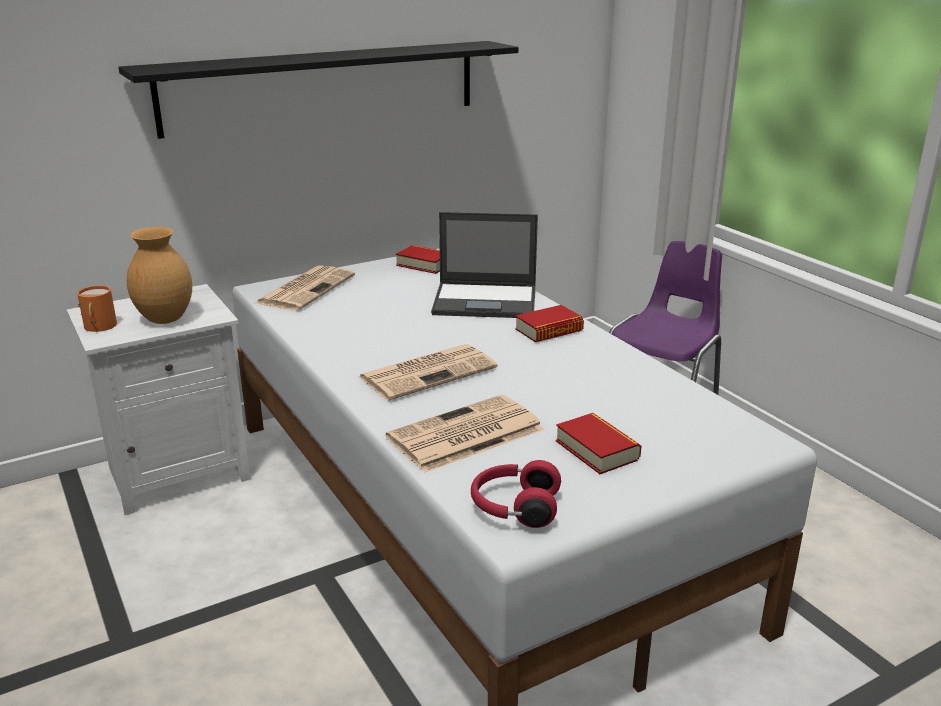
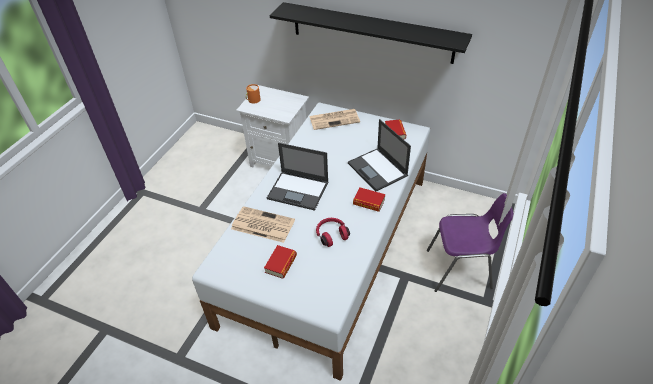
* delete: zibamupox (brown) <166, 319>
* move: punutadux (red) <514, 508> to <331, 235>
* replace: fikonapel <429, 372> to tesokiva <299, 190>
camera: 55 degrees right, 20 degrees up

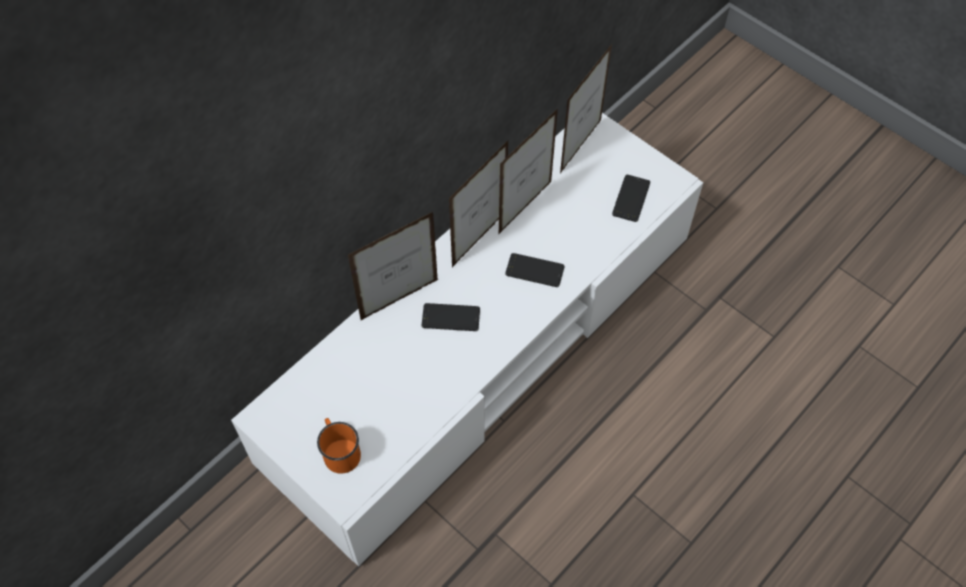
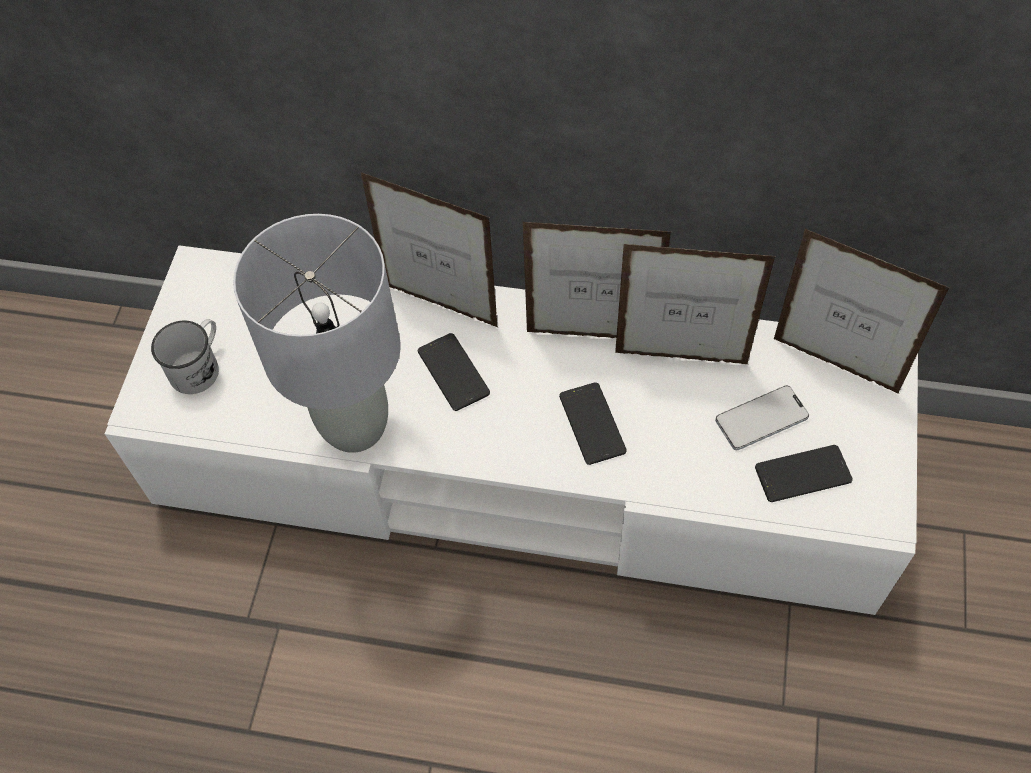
* insert: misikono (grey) <353, 426>
* insert: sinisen <761, 419>
* recolor: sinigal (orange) <339, 451> to sinigal (white) <199, 366>
* rotate: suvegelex <580, 146> = <835, 366> 150 degrees counterclockwise
camera: 60 degrees right, 0 degrees up

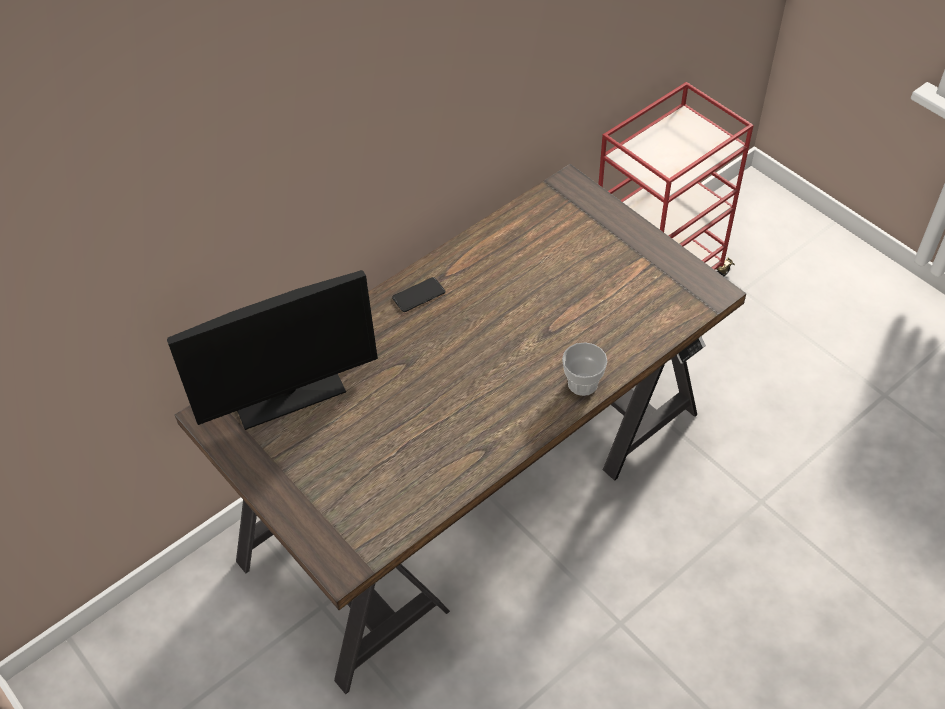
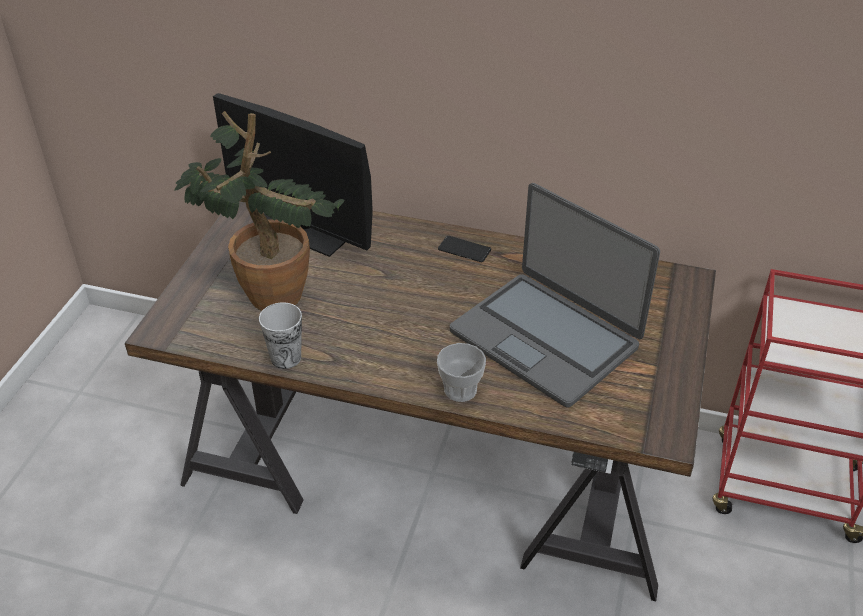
* insert: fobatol <267, 288>
* insert: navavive <286, 358>
* insert: tesokiva <545, 338>
camera: 55 degrees right, 10 degrees down

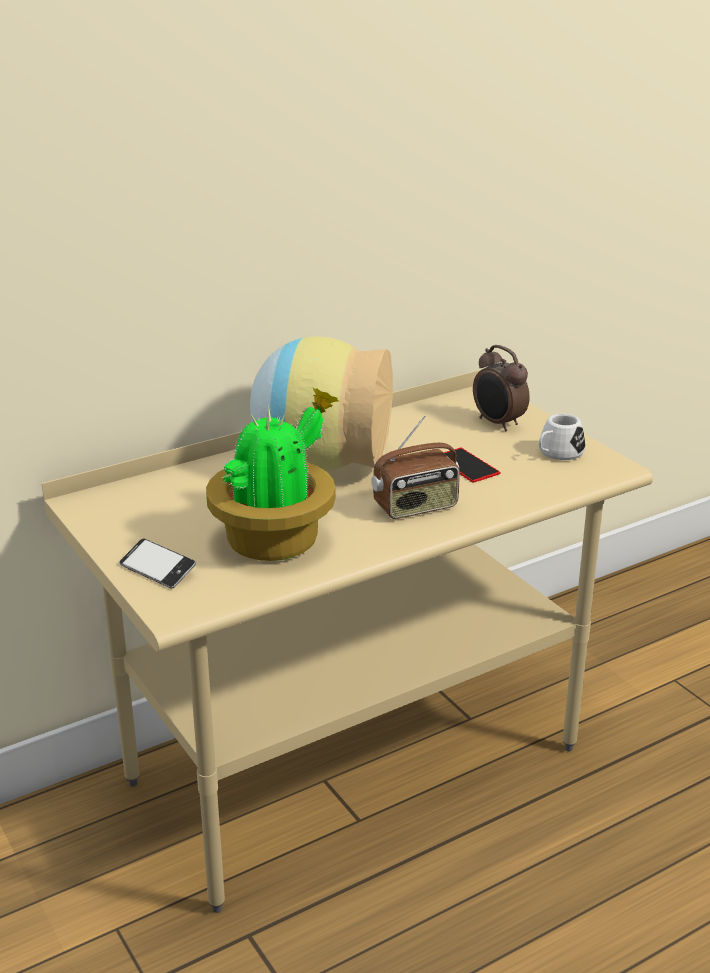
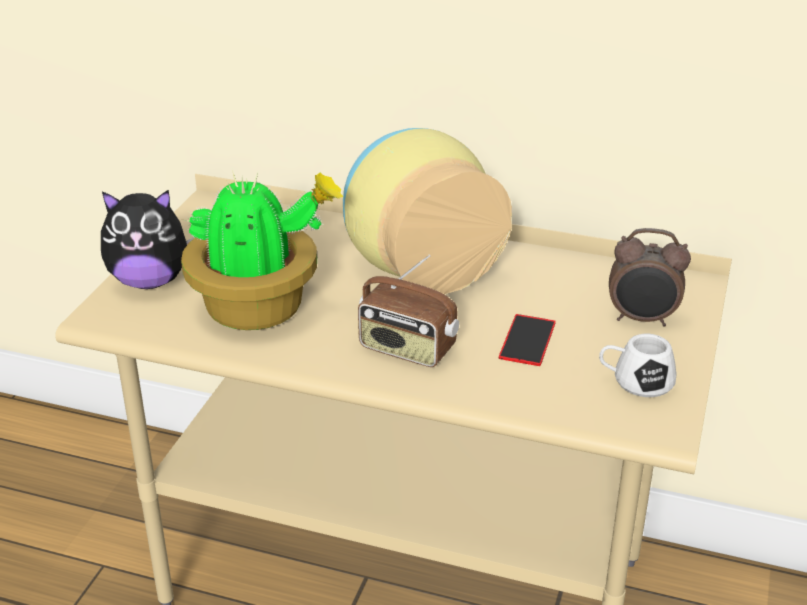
* replace: sinisen <157, 569> to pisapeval <150, 281>
* rotate: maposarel <498, 423> = <642, 319> 90 degrees counterclockwise
camera: 50 degrees right, 5 degrees up

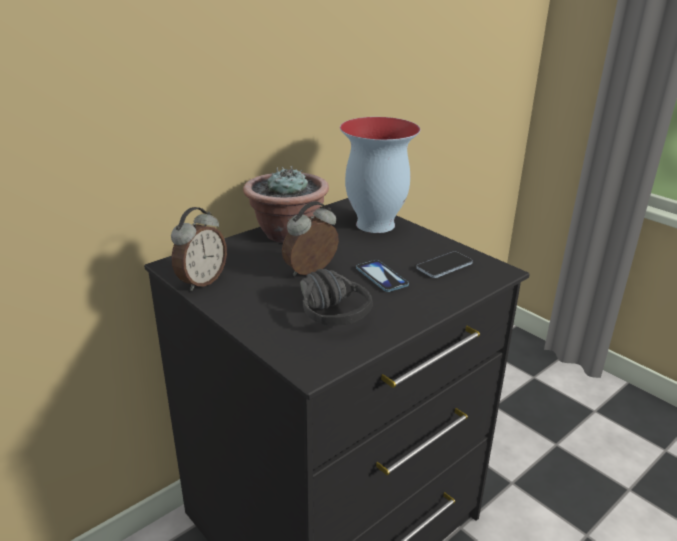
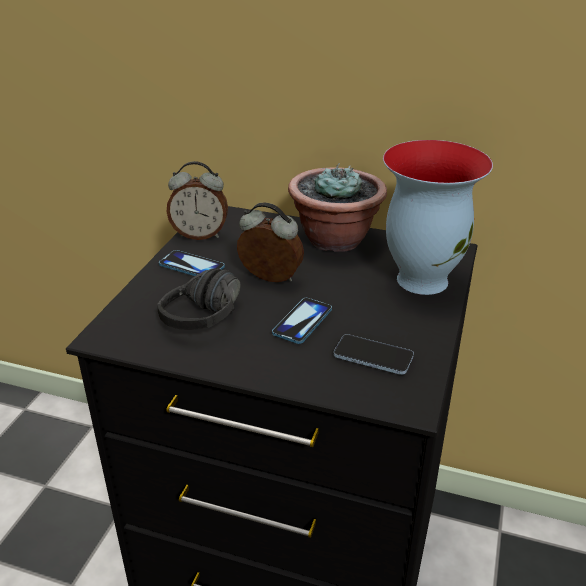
* insert: sinisen <191, 266>
camera: 60 degrees right, 5 degrees up

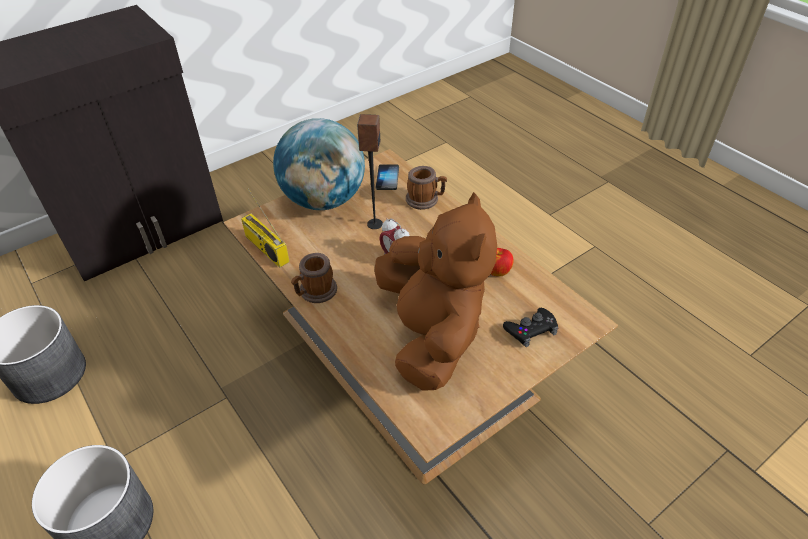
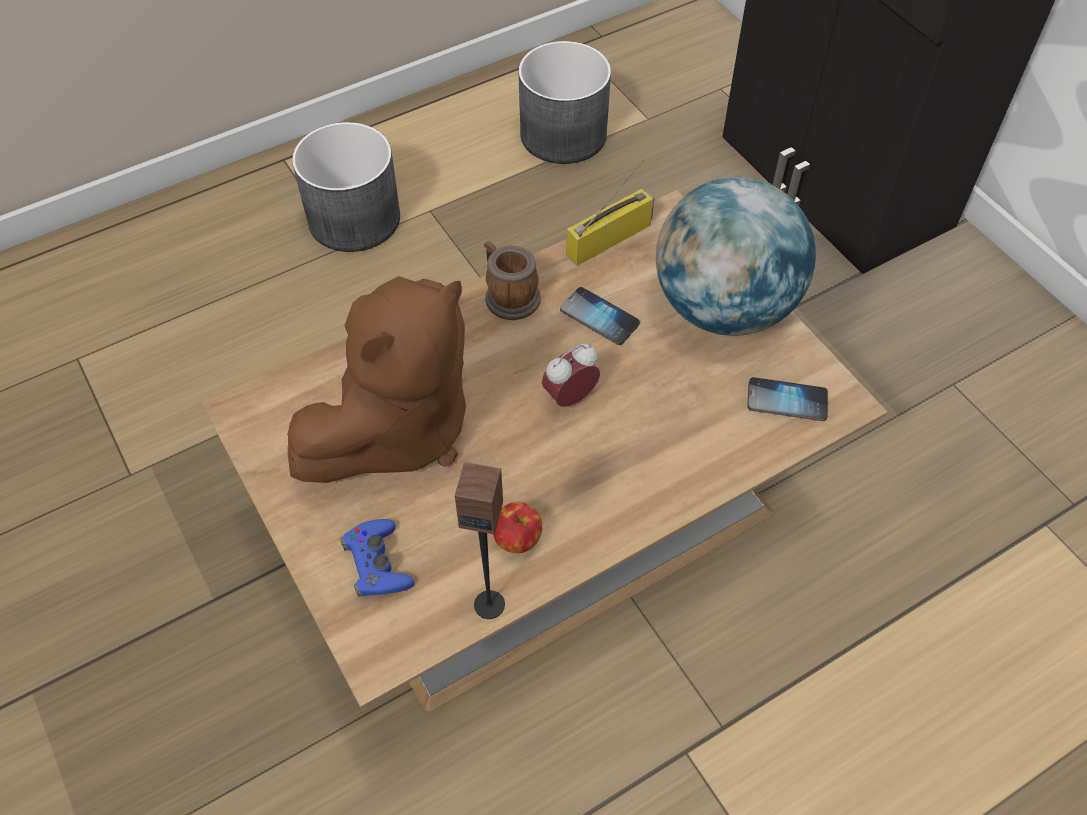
* delete: sinigal <425, 200>
* insert: sinisen <599, 317>
* move: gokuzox <374, 224> to <489, 604>
* recolor: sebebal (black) <531, 330> to sebebal (blue) <377, 563>
* rotate: pisapeval (brown) <431, 335> = <397, 428> 45 degrees counterclockwise
camera: 95 degrees right, 10 degrees up

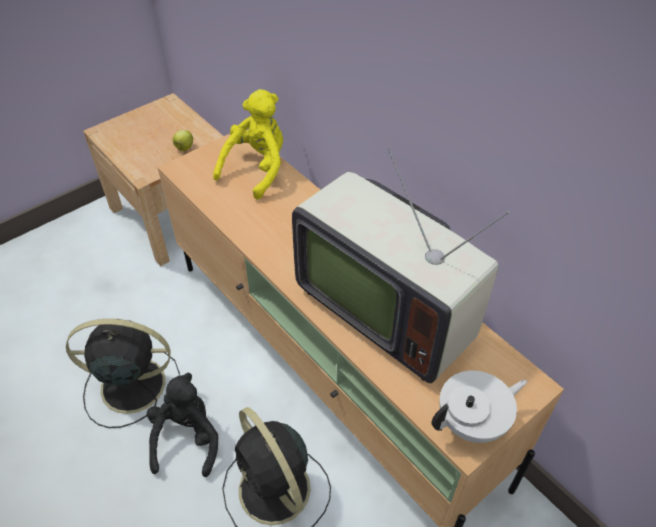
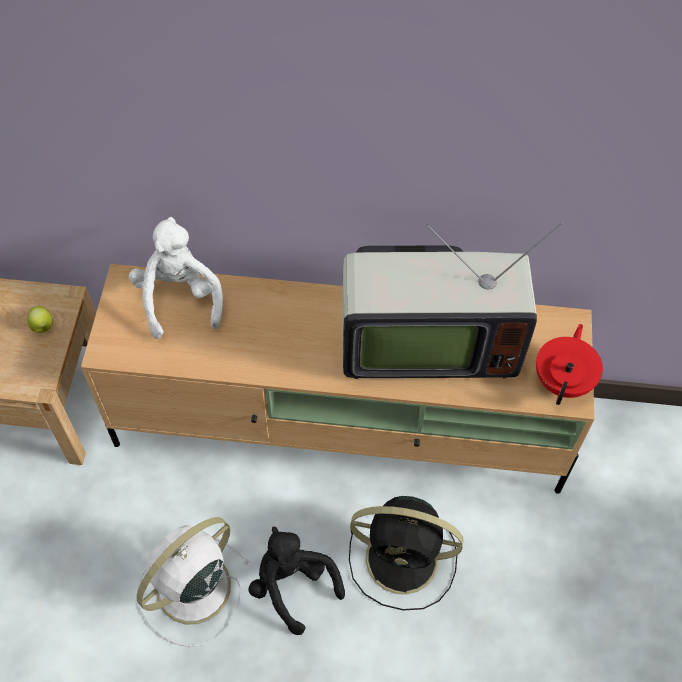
* recolor: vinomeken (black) <130, 385> to vinomeken (white) <191, 590>
* recolor: pisapeval (yellow) <257, 169> to pisapeval (white) <179, 299>
* recolor: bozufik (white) <473, 422> to bozufik (red) <563, 381>
camera: 45 degrees left, 10 degrees up

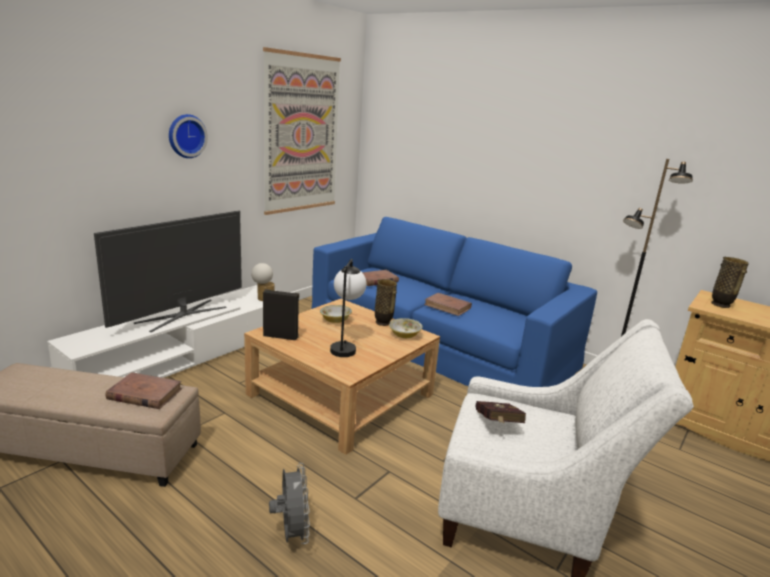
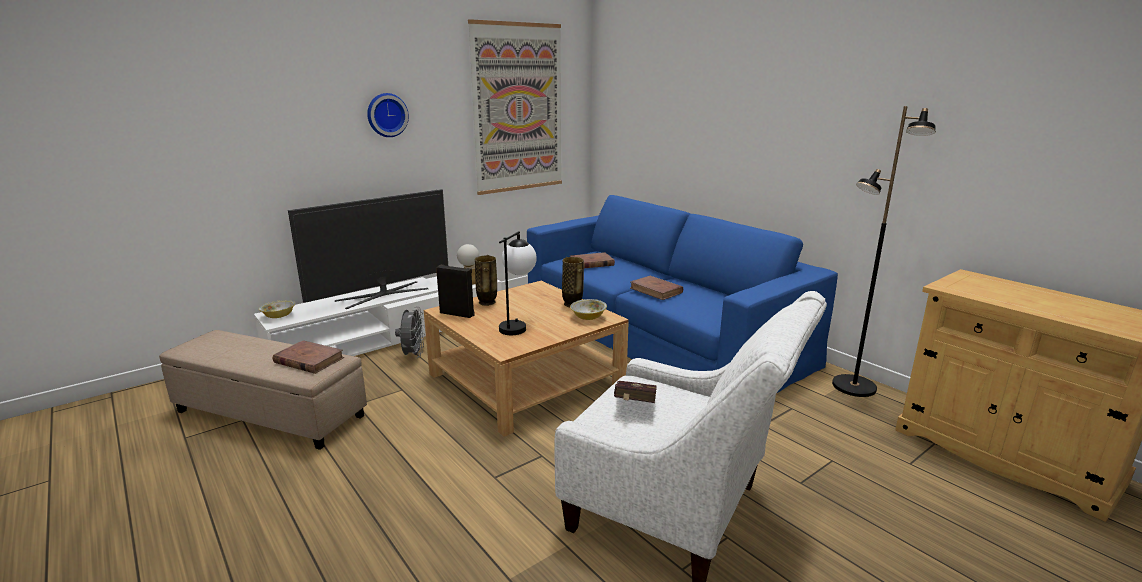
* move: vinomeken (grey) <291, 533> to <413, 355>
* move: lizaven <335, 320> to <279, 316>
* move: zibamupox <720, 305> to <487, 302>
camera: 15 degrees right, 0 degrees up

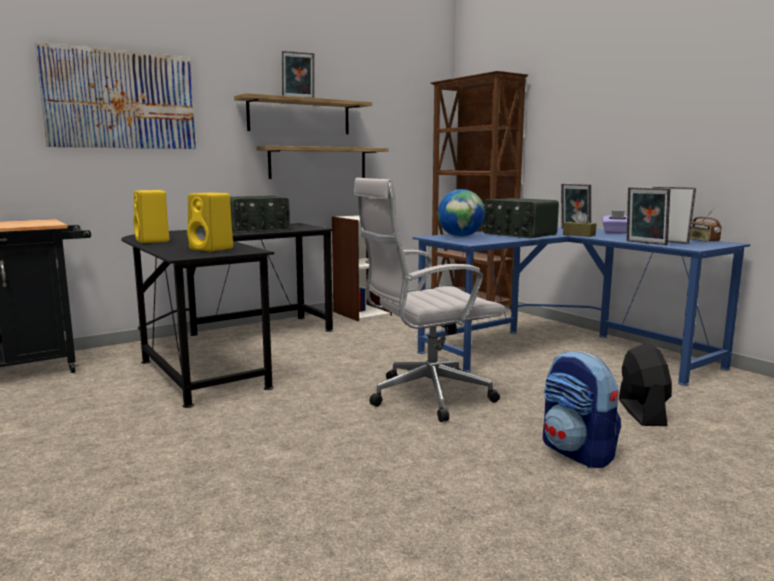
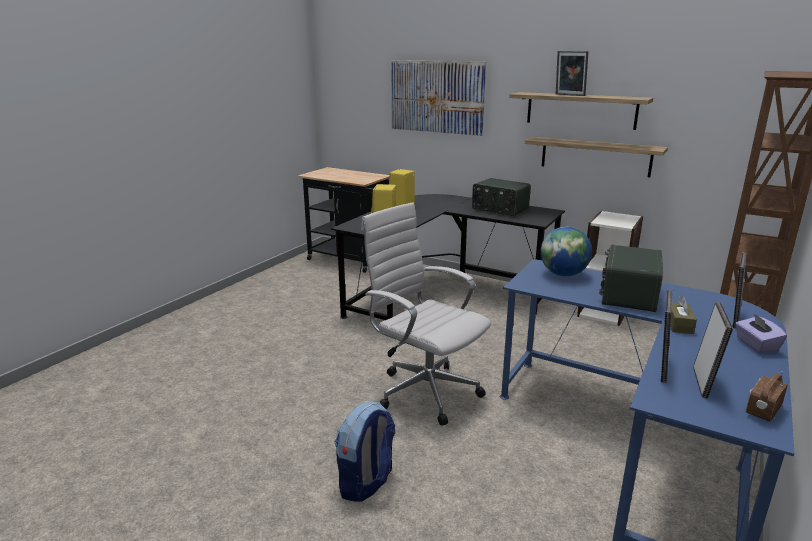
* delete: vinomeken (black) <641, 412>
camera: 65 degrees right, 10 degrees up

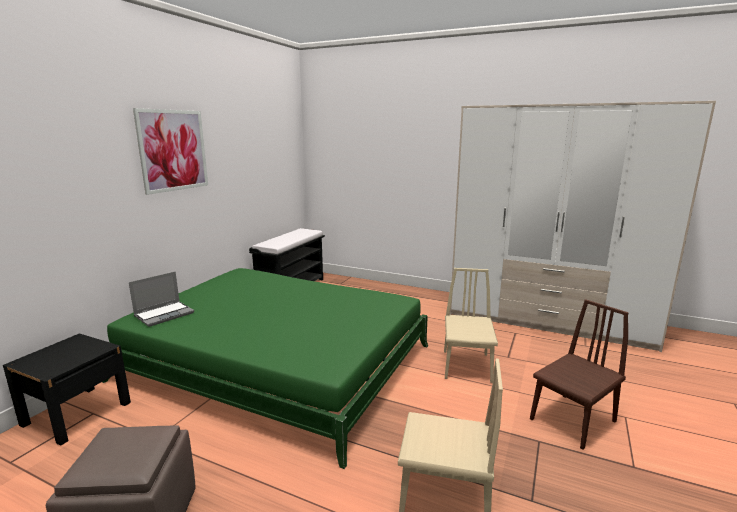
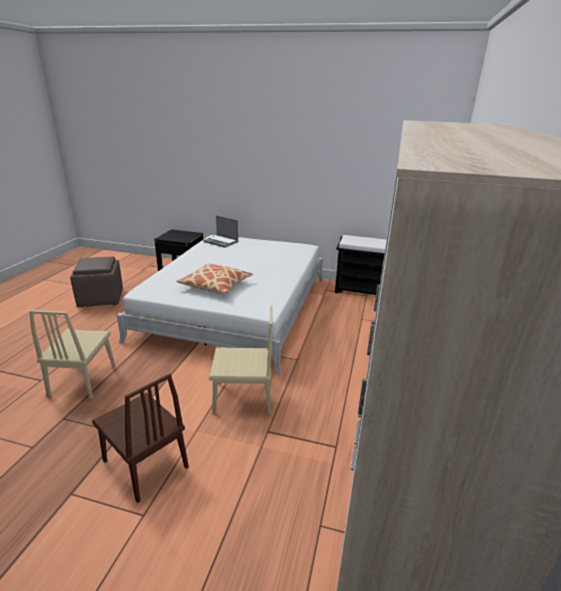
* delete: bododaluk <173, 150>
* insert: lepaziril <216, 285>
* recolor: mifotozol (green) <277, 362> to mifotozol (white) <236, 306>
camera: 80 degrees right, 10 degrees up

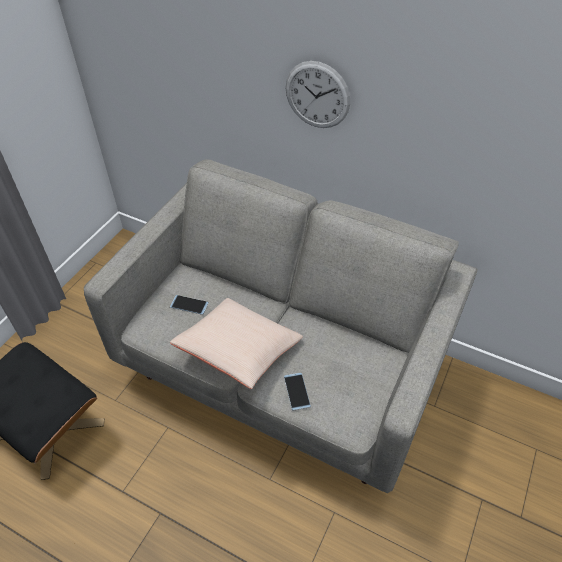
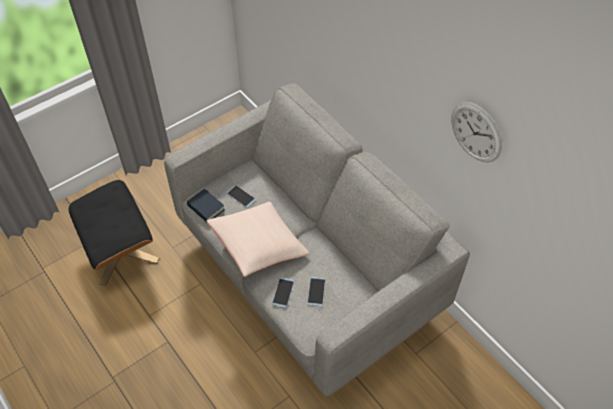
* insert: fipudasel <206, 208>
* insert: sinisen <316, 291>
* move: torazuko <317, 95> to <476, 132>
camera: 25 degrees right, 5 degrees up

